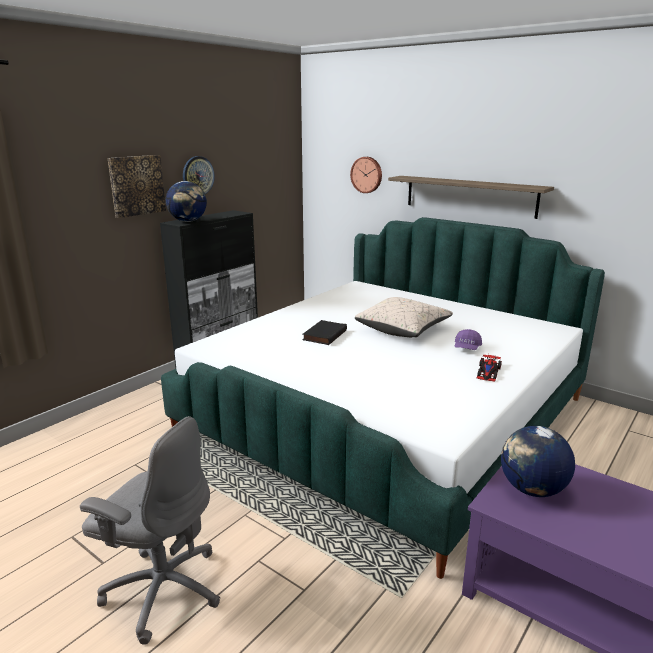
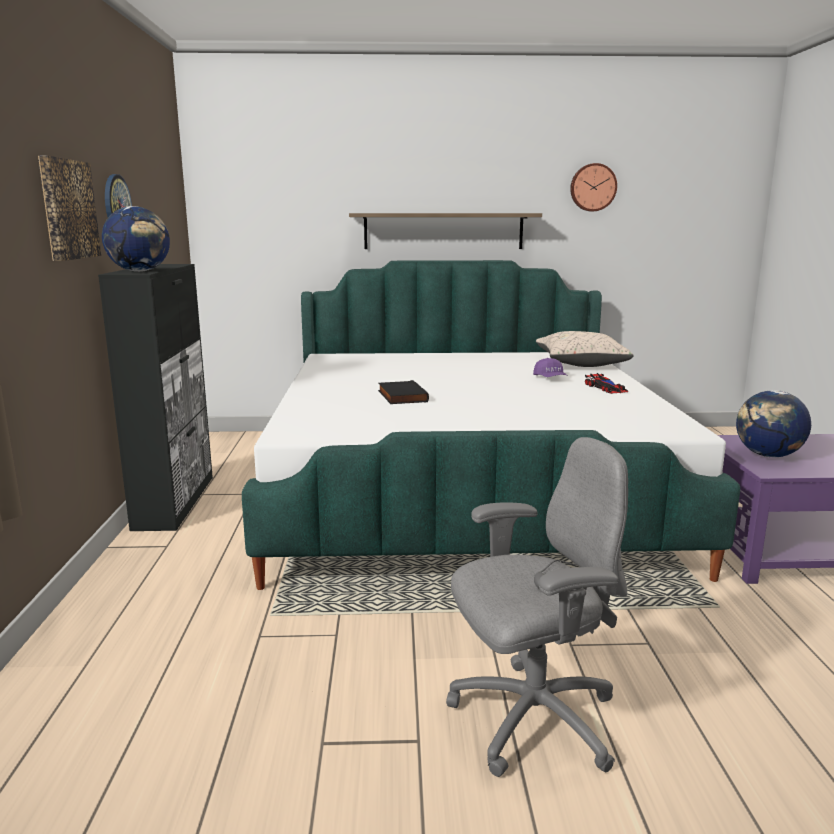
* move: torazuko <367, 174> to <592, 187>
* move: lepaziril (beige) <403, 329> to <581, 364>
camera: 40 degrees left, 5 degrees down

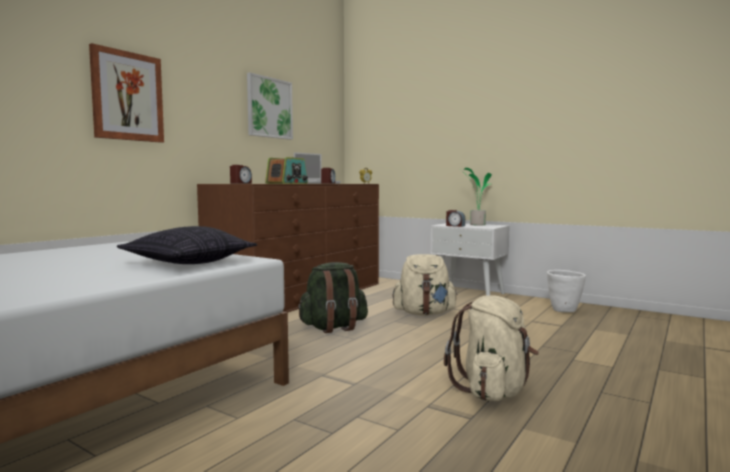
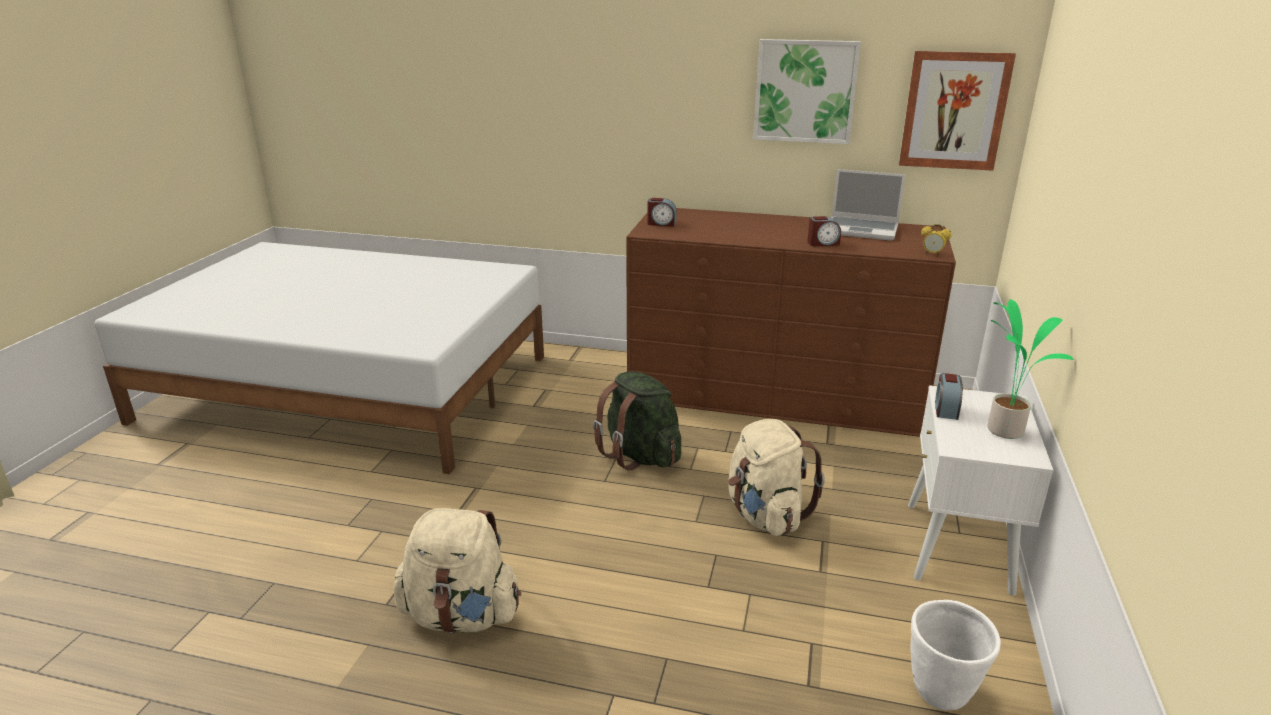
* delete: lepaziril <188, 263>
* delete: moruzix <287, 183>
* move: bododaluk <127, 96> to <954, 111>
camera: 70 degrees right, 20 degrees up

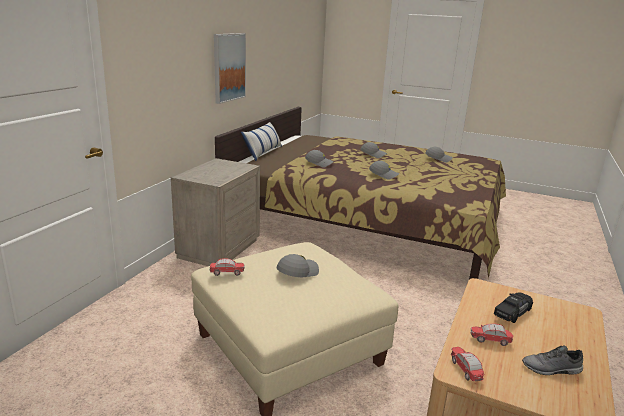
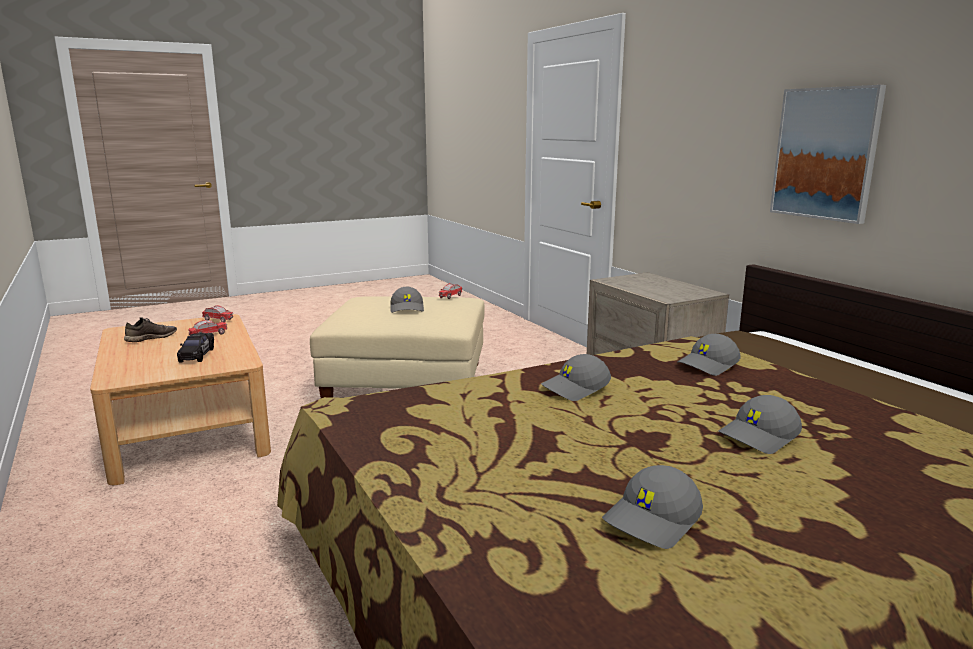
* delete: lepaziril <263, 152>
camera: 130 degrees right, 5 degrees down

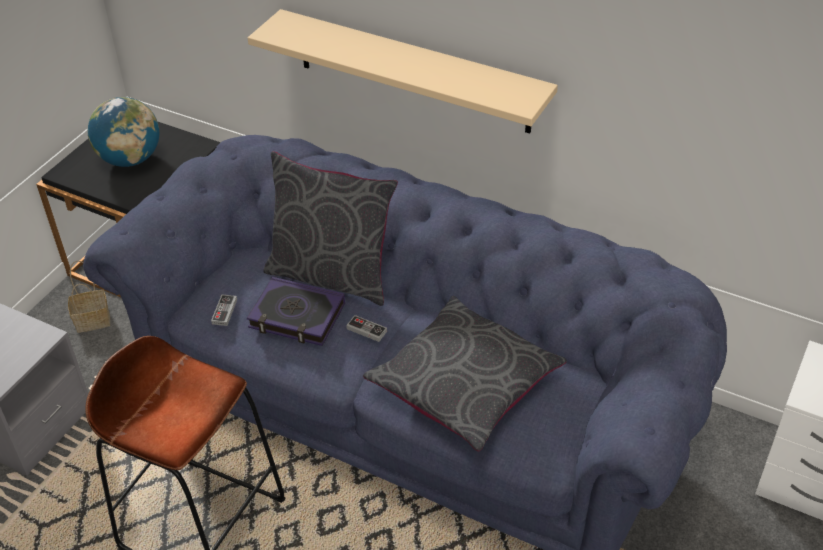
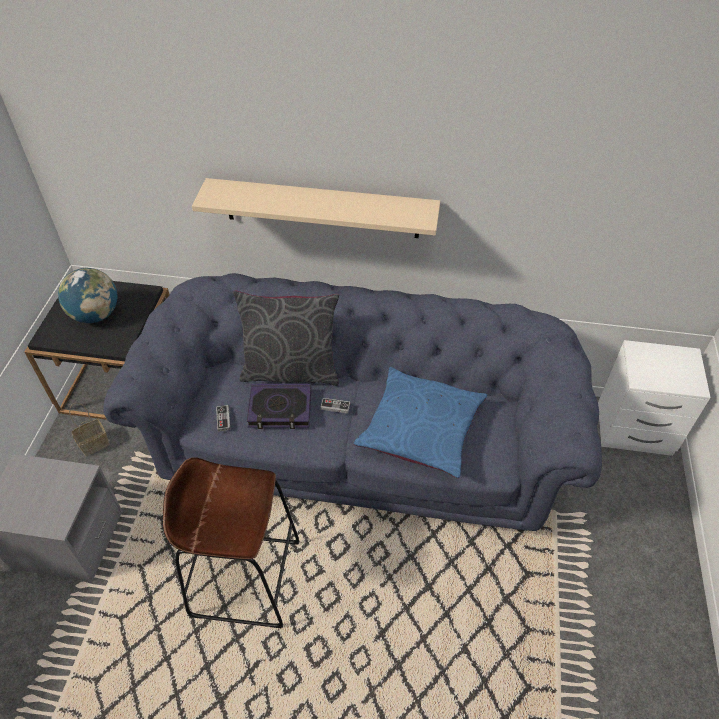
* recolor: lepaziril (grey) <464, 383> to lepaziril (blue) <421, 428>
camera: 20 degrees left, 5 degrees up

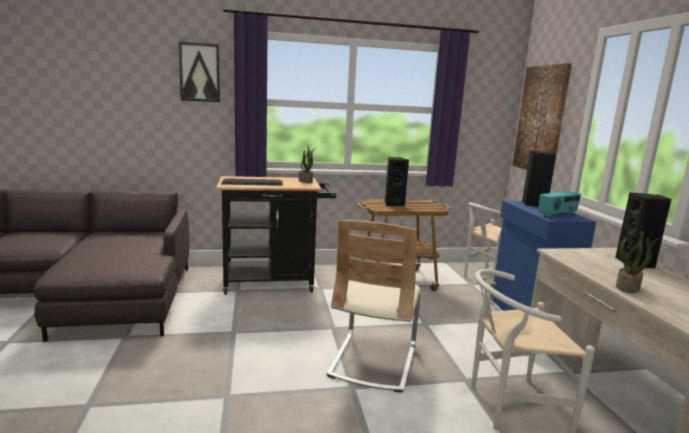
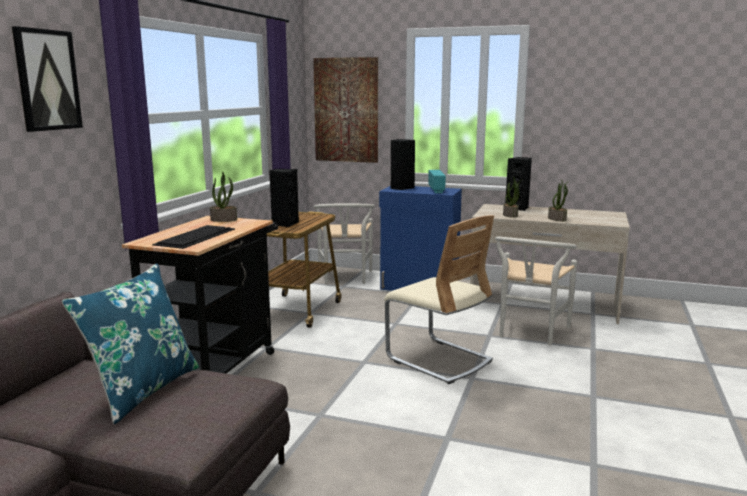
* insert: lepaziril (blue) <143, 390>
* insert: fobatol <510, 215>
camera: 60 degrees left, 0 degrees up

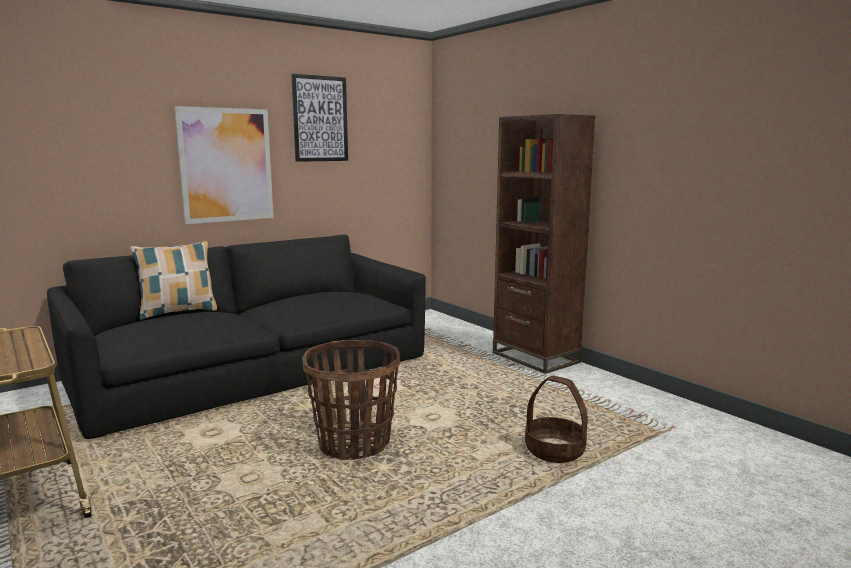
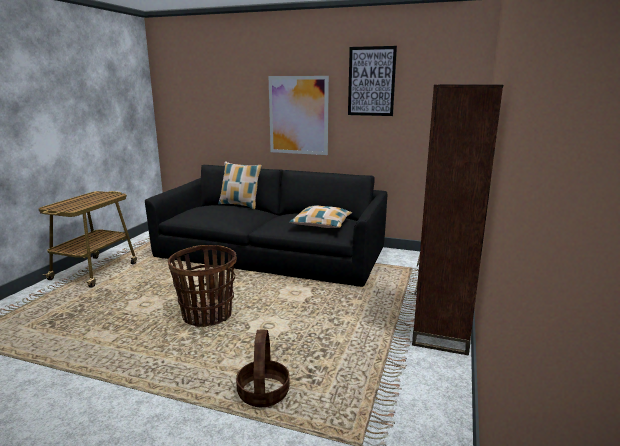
* insert: lepaziril <321, 224>
camera: 55 degrees right, 5 degrees up

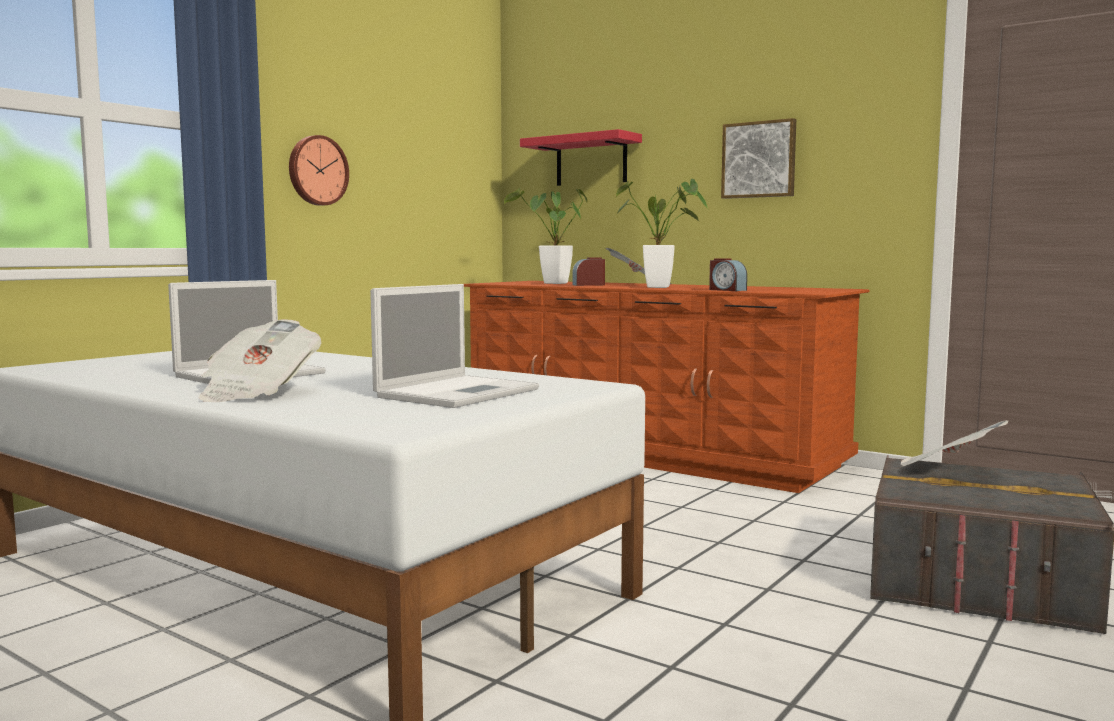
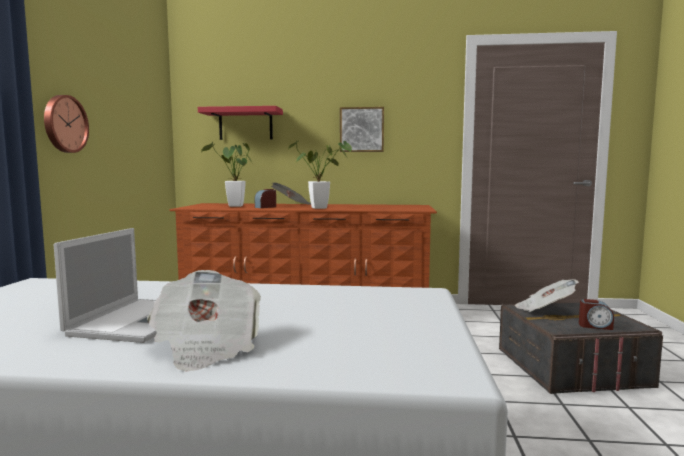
* delete: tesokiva <459, 392>
* move: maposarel <726, 290> to <595, 326>
camera: 30 degrees left, 0 degrees up

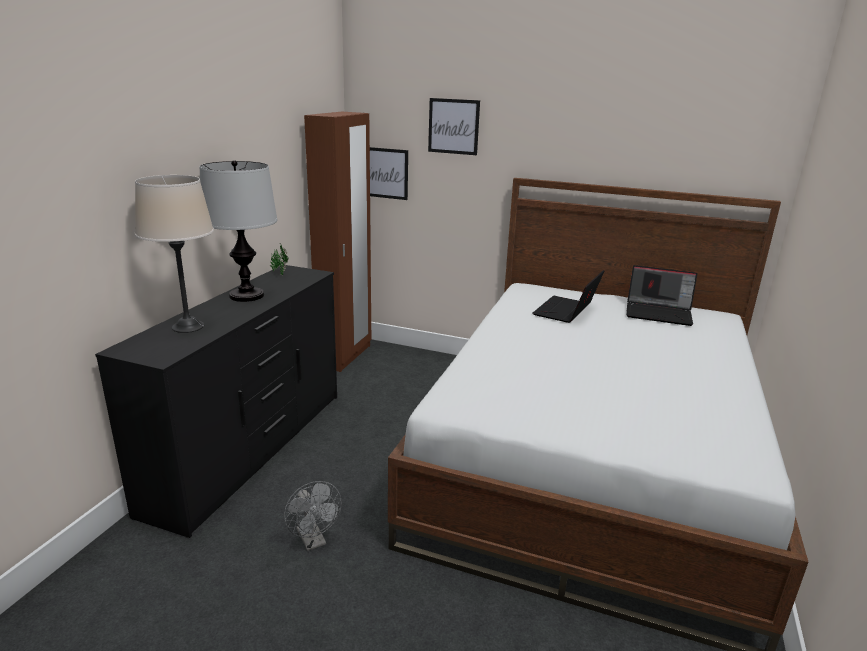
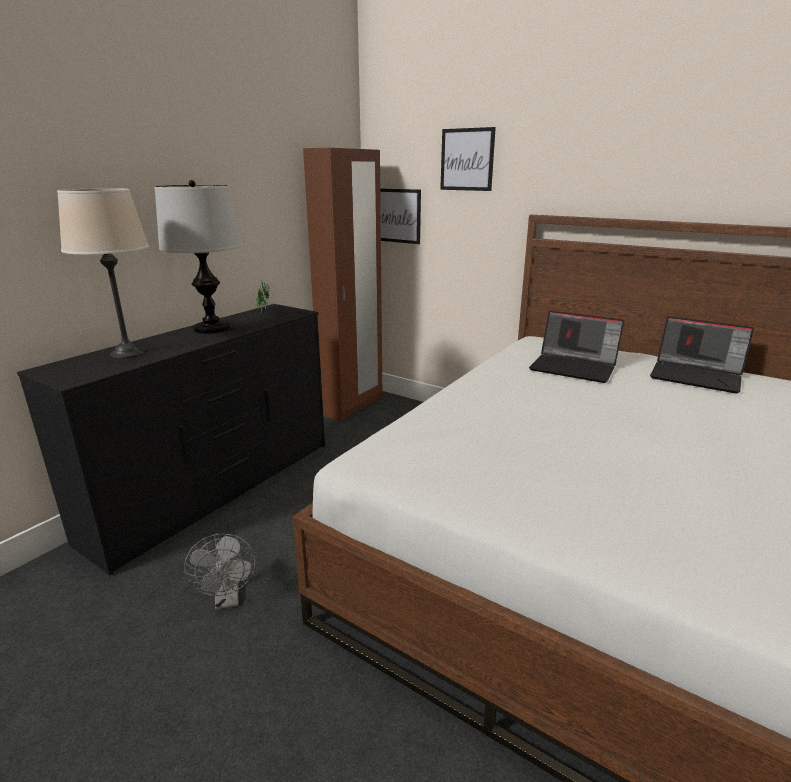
* rotate: tesokiva <566, 311> = <574, 367> 105 degrees counterclockwise
camera: 15 degrees right, 0 degrees up

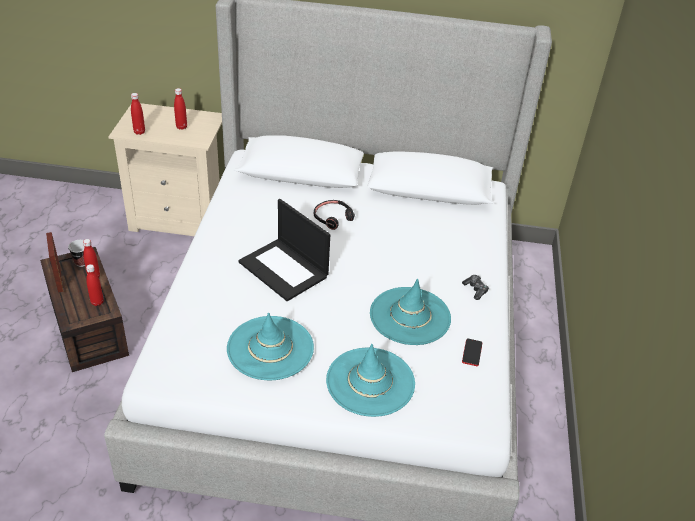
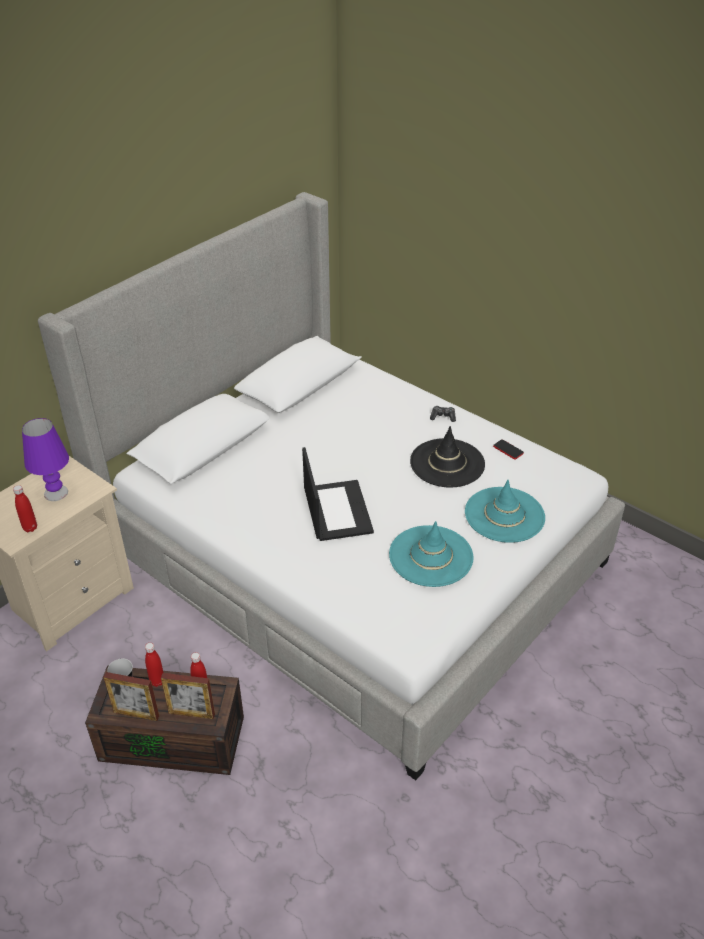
* delete: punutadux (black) <333, 218>
* insert: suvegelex <191, 713>
* replace: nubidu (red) <181, 127> to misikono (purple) <56, 493>
* recolor: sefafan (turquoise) <410, 316> to sefafan (black) <447, 463>
* rotate: tesokiva <284, 269> = <336, 510> 90 degrees counterclockwise
camera: 55 degrees left, 0 degrees up

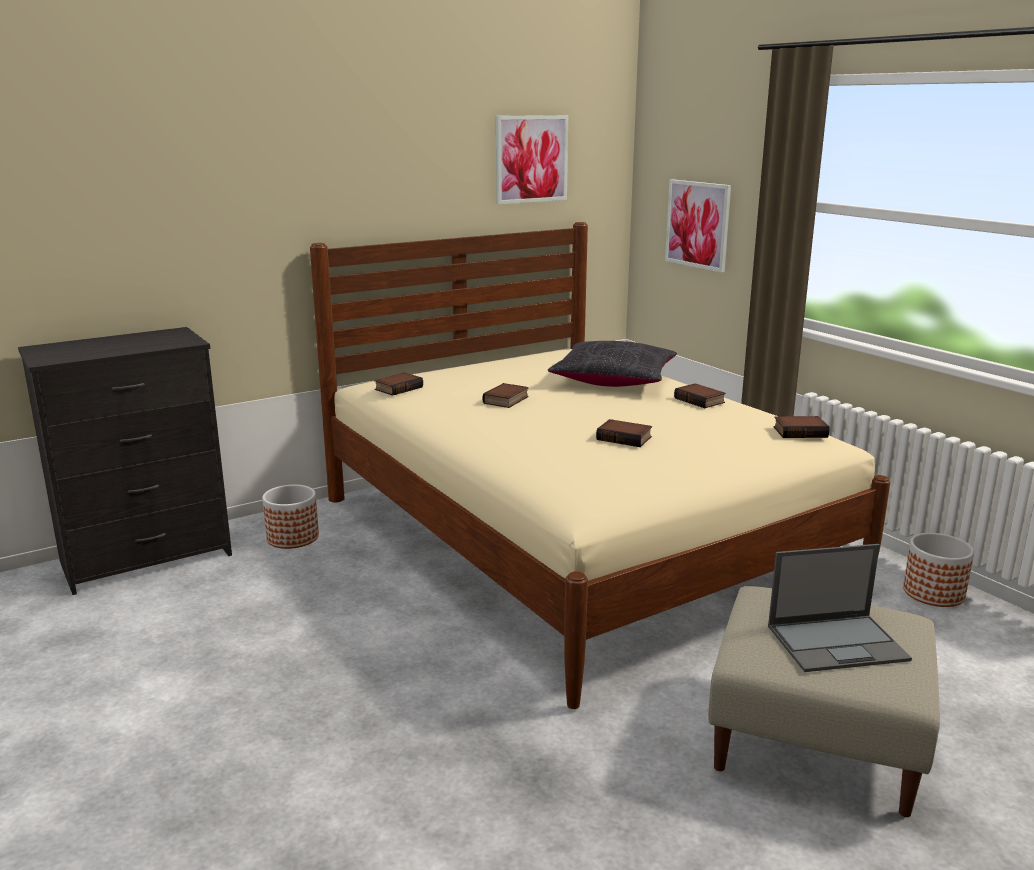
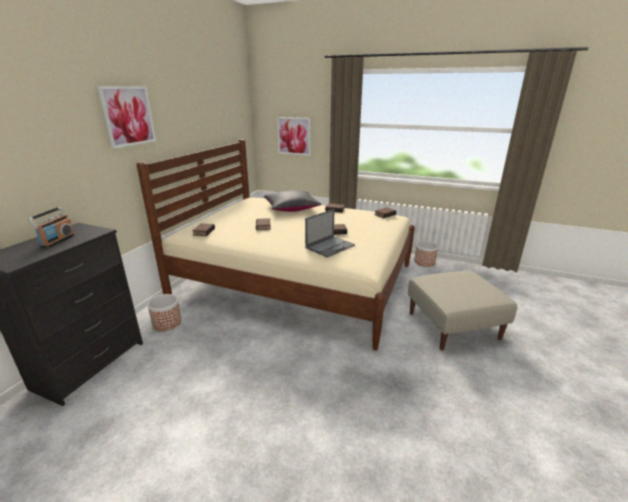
* insert: moruzix <57, 241>
* move: bododaluk <531, 159> to <128, 116>
* move: tesokiva <838, 643> to <330, 246>
camera: 35 degrees left, 5 degrees up

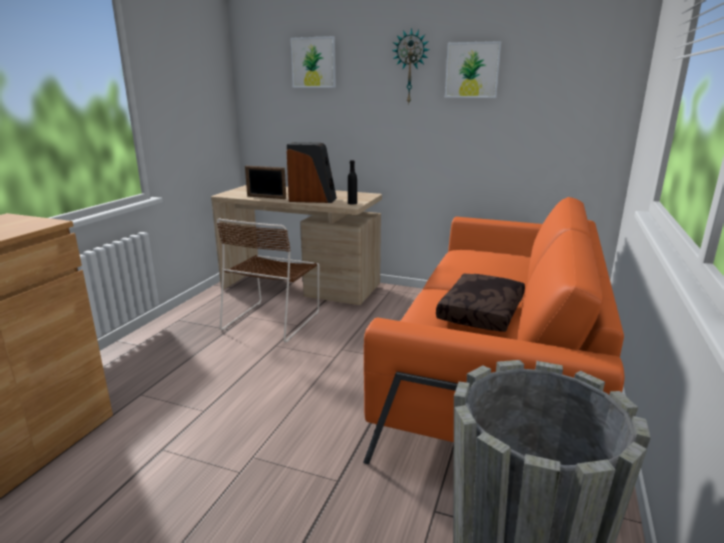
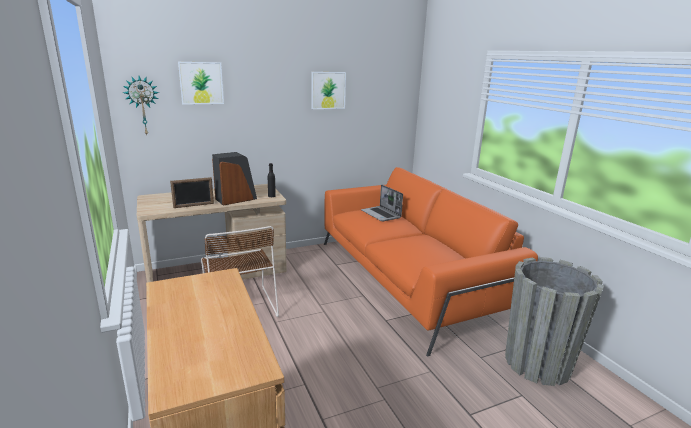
* delete: lepaziril (brown) <482, 313>
* insert: tesokiva <381, 214>
* move: torazuko <410, 67> to <143, 106>
camera: 45 degrees left, 0 degrees up

